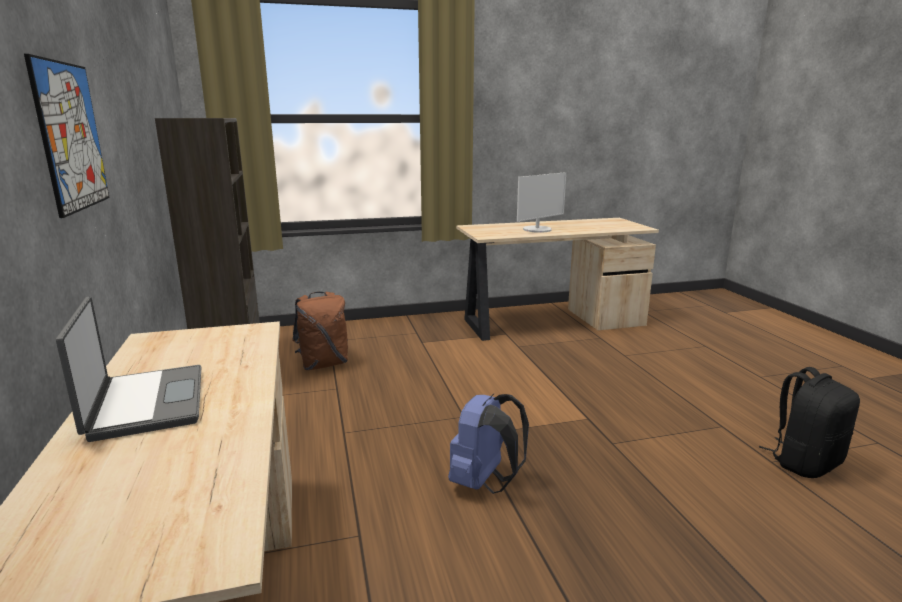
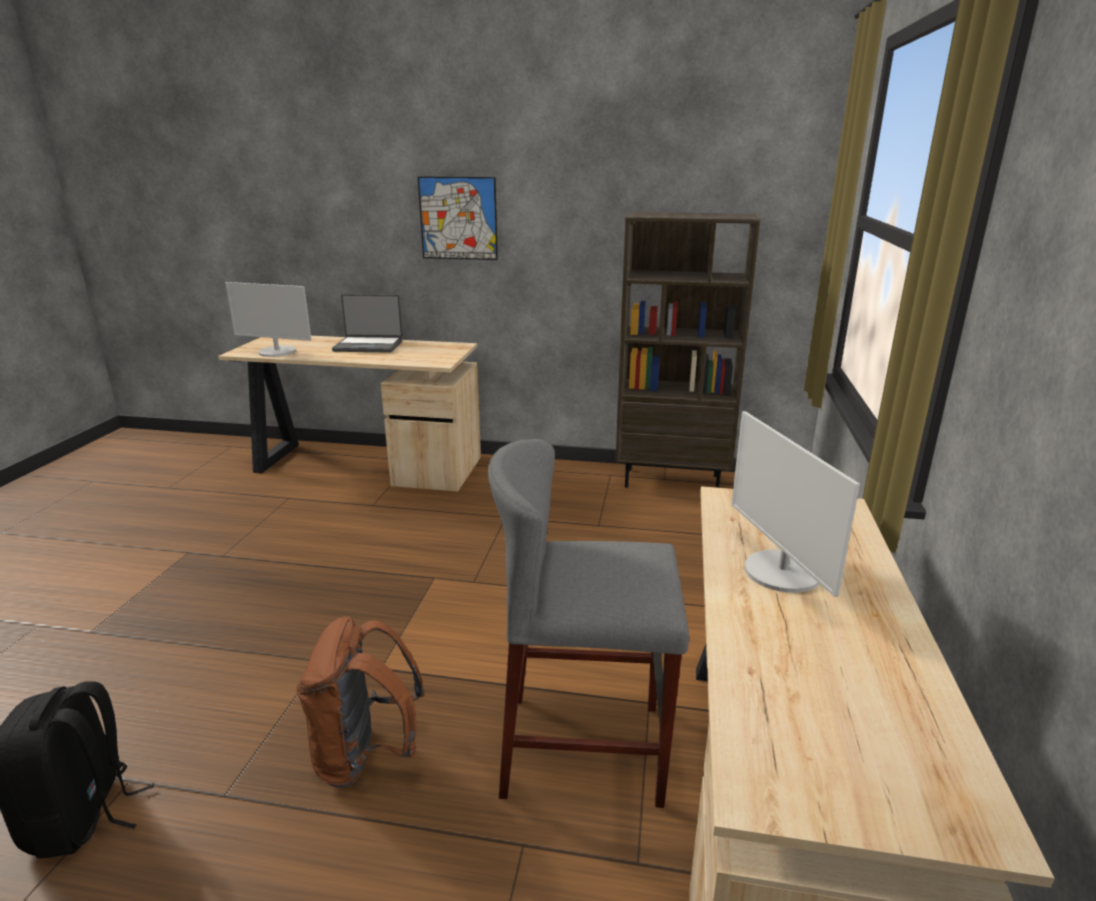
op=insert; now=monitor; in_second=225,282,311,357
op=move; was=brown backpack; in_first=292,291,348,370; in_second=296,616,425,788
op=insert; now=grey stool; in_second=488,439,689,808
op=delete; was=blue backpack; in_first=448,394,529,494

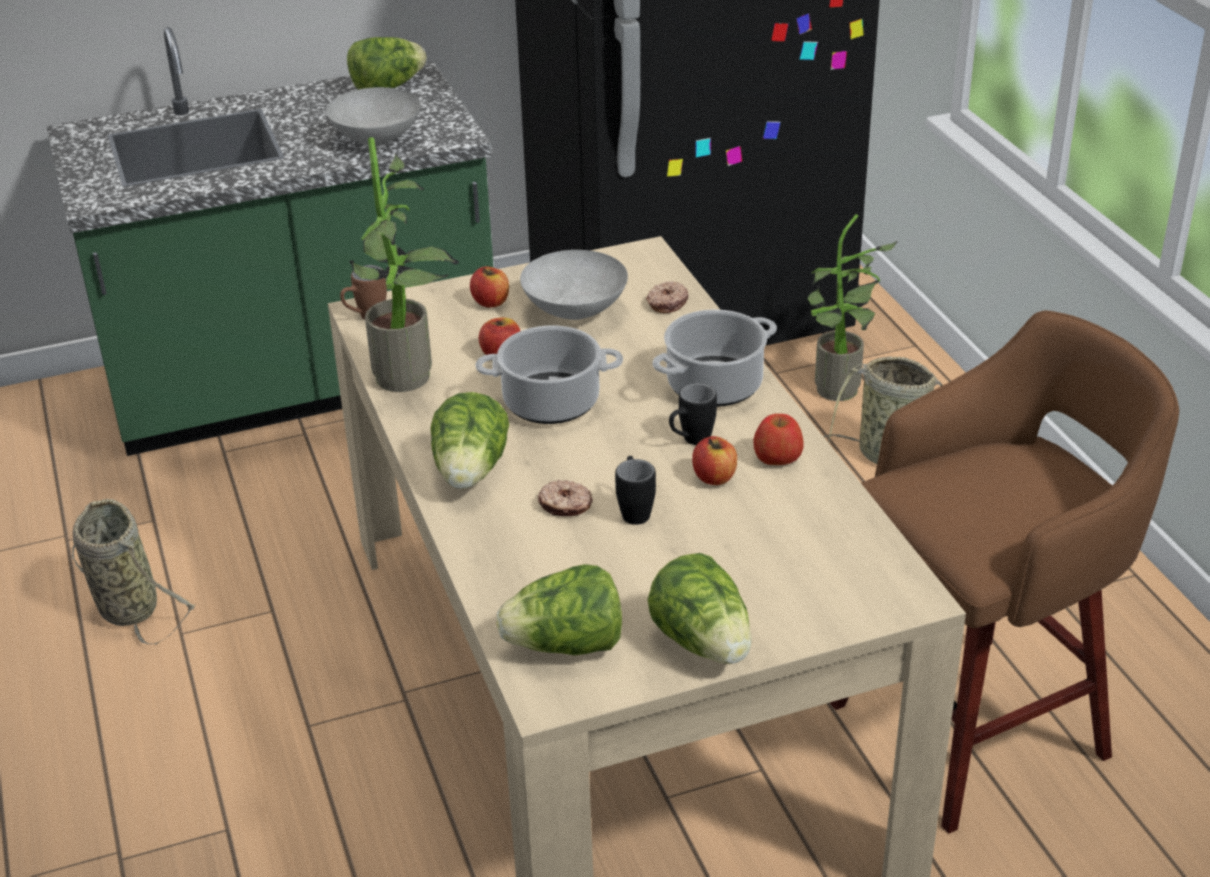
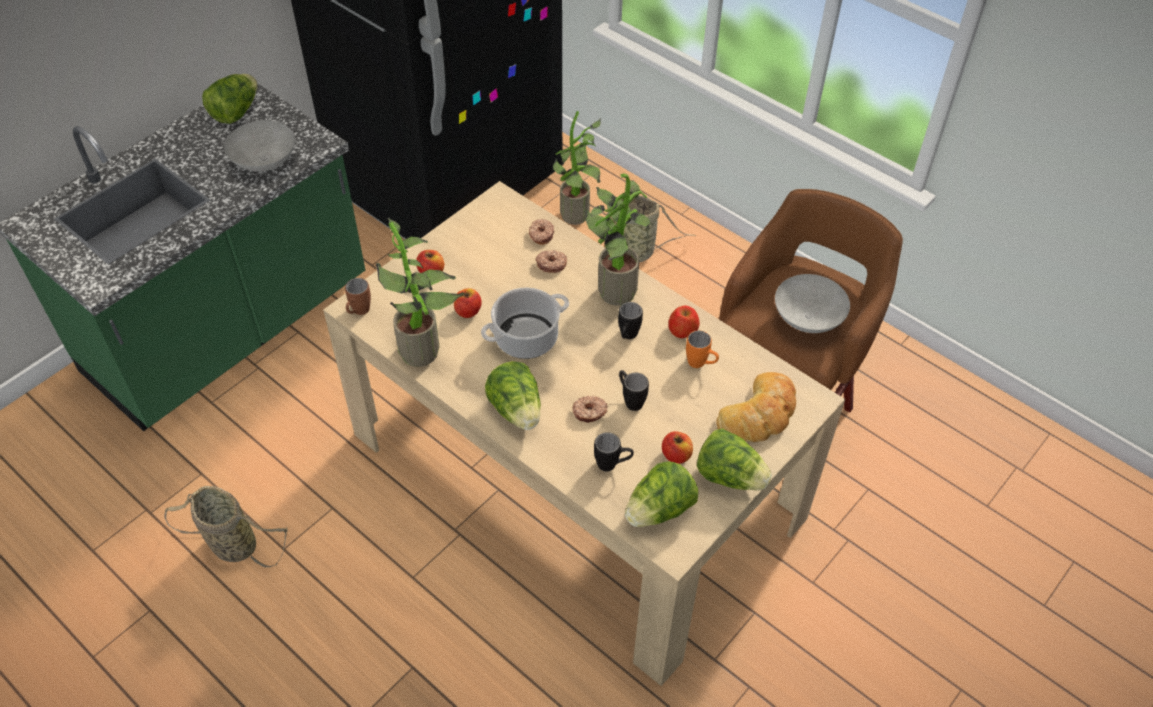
op=insert; now=donut; in_second=536,250,567,273
op=replace; was=cooking pot; now=potted plant; in_first=653,309,777,407; in_second=584,173,650,306
op=insert; now=black mug; in_second=594,432,634,472
op=move; was=apple; in_first=692,436,737,485; in_second=662,431,693,464
op=insert; now=orange mug; in_second=686,330,719,368
op=insert; now=bread; in_second=717,372,796,442
op=move; was=grey bowl; in_first=520,250,628,320; in_second=775,274,850,333

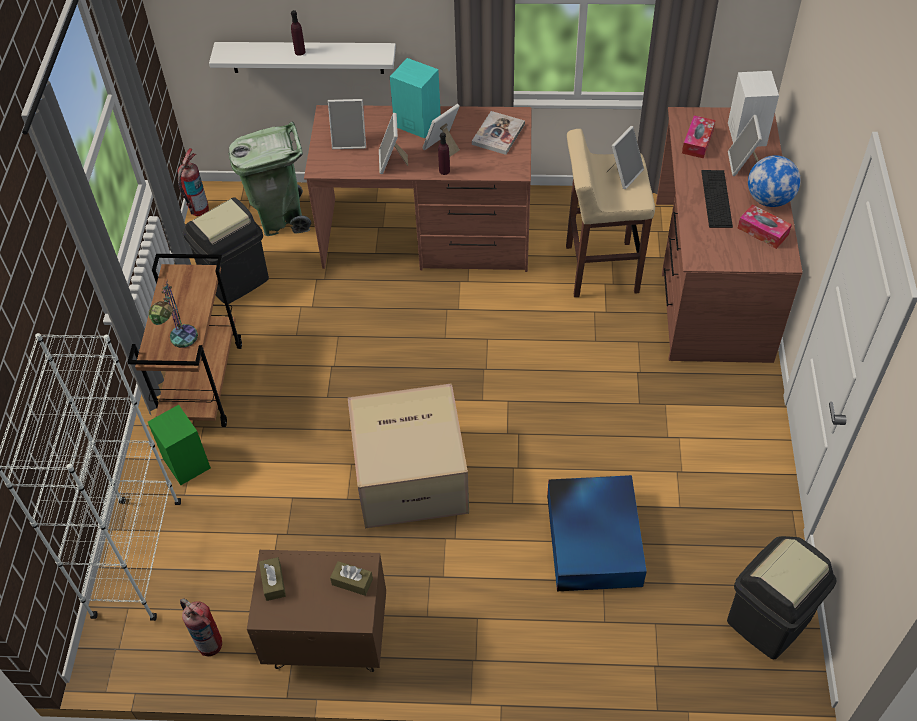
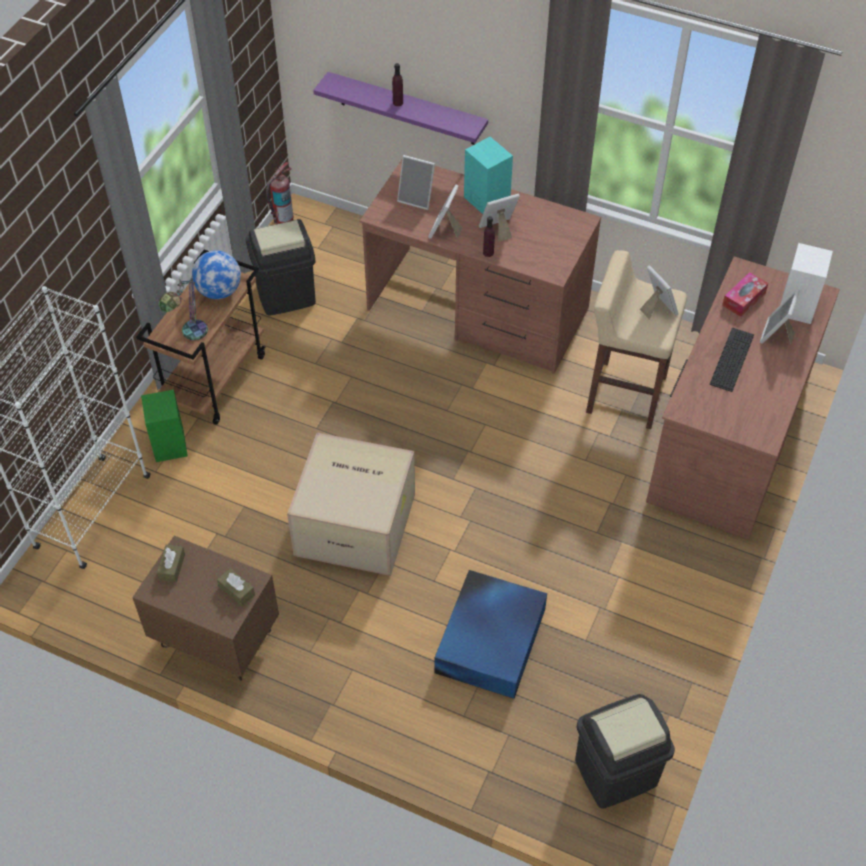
op=move; was=globe; in_first=748,155,801,207; in_second=192,251,241,299
op=recolor; was=white shelf; now=purple shelf; in_first=209,42,396,74; in_second=313,72,488,145
op=rotate; was=picture frame; in_first=606,126,644,189; in_second=640,265,678,320; clockwise=-90
op=delete; was=fire extinguisher; in_first=180,598,222,656
op=delete; was=green trash can; in_first=229,121,311,236
op=delete; was=book; in_first=472,111,525,155
op=delete; was=tissue box; in_first=738,204,792,249

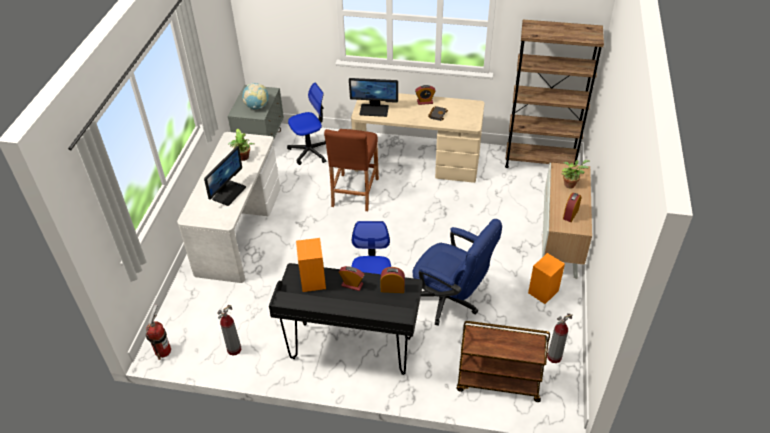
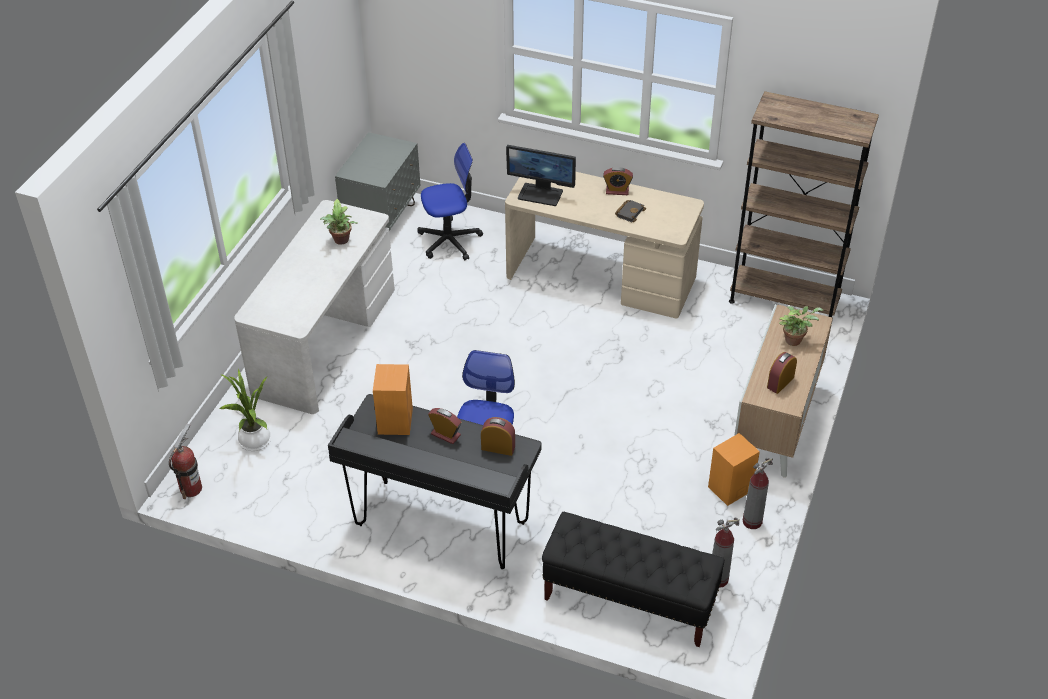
op=insert; now=potted plant; in_second=219,369,271,451
op=replace; was=brown cart; now=black bench; in_first=456,321,550,402; in_second=542,511,724,647
op=move; was=fire extinguisher; in_first=217,305,241,355; in_second=743,458,773,529
op=delete; was=monitor; in_first=204,146,246,206
op=delete; was=globe; in_first=242,83,269,110
op=delete; was=brown stool; in_first=324,129,379,211
op=delete; was=blue office chair; in_first=412,219,502,326

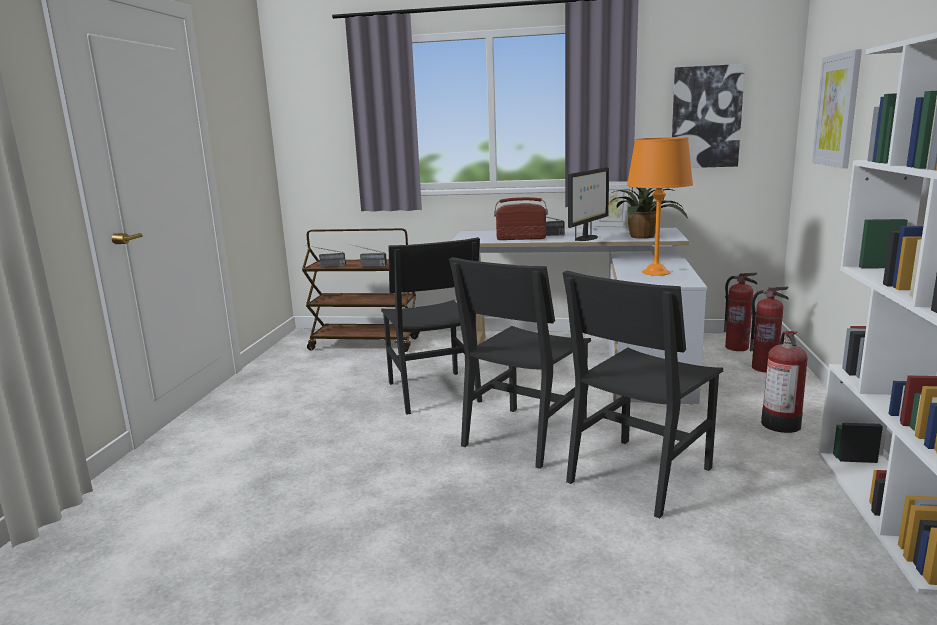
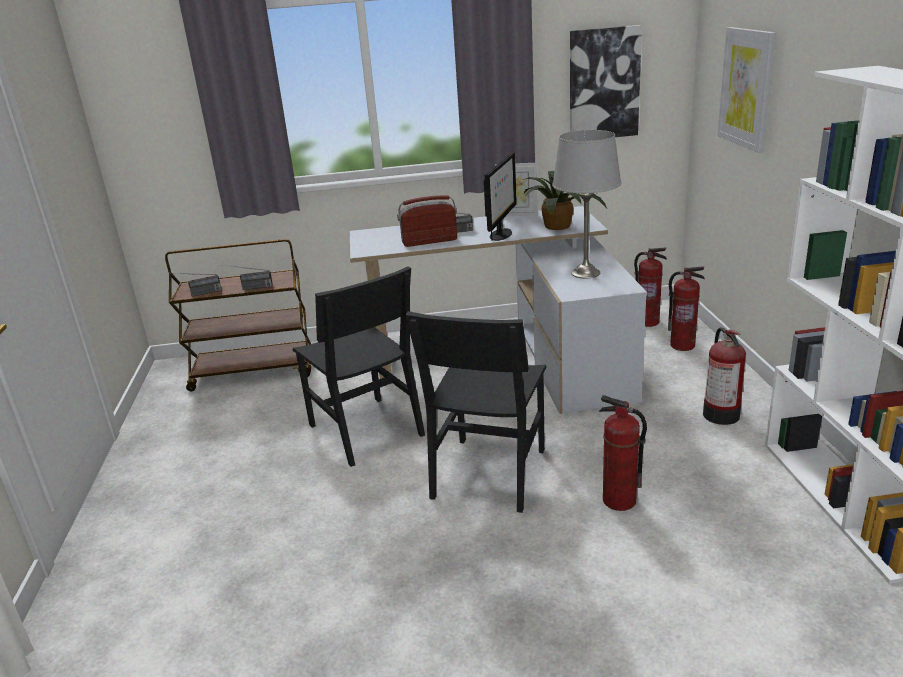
op=recolor; was=orange table lamp; now=grey table lamp; in_first=627,137,693,276; in_second=552,130,621,279
op=replace; was=black chair; now=fire extinguisher; in_first=563,270,723,518; in_second=599,395,647,511

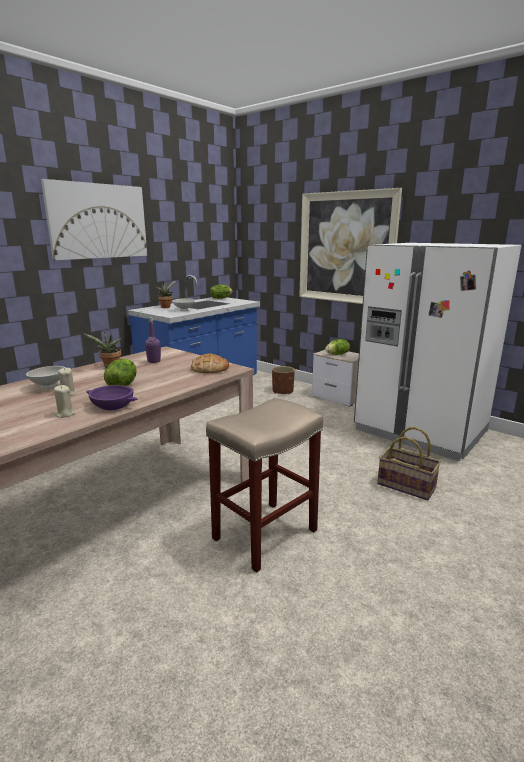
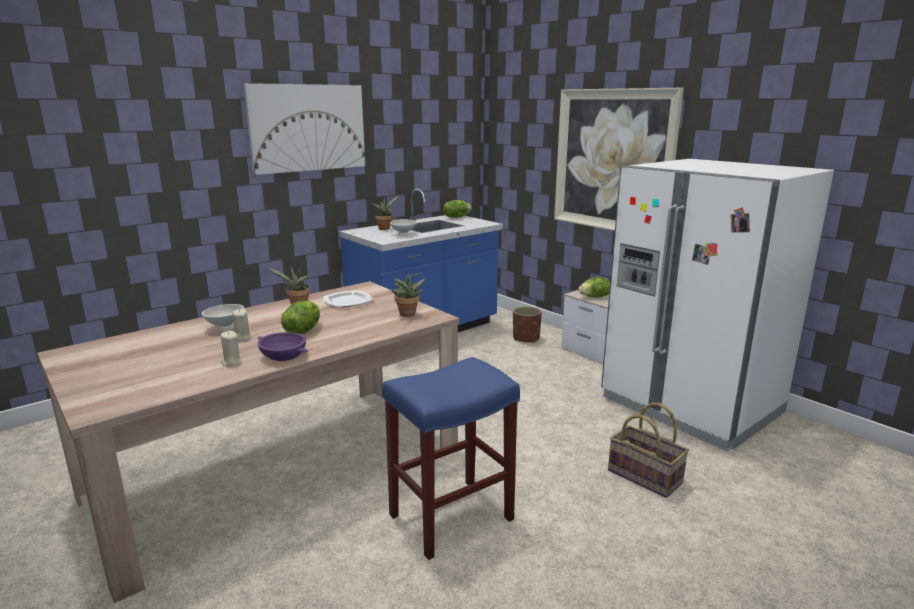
op=replace; was=purple bottle; now=plate; in_first=145,317,161,363; in_second=323,290,373,307
op=recolor; was=beige stool; now=blue stool; in_first=206,398,323,573; in_second=382,357,520,560
op=replace; was=bread; now=potted plant; in_first=191,354,229,373; in_second=392,273,426,317

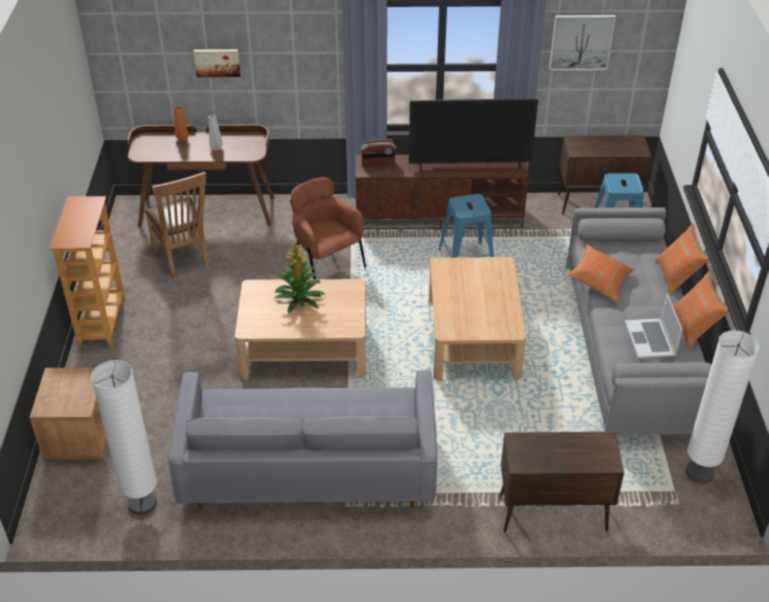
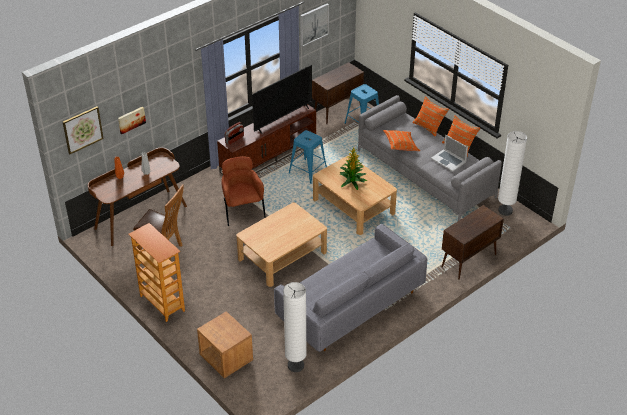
op=insert; now=picture; in_second=63,106,104,154
op=rotate; was=brown armchair; in_first=290,177,366,279; in_second=221,156,266,226; clockwise=60
op=move; was=potted plant; in_first=274,240,325,314; in_second=340,147,367,190

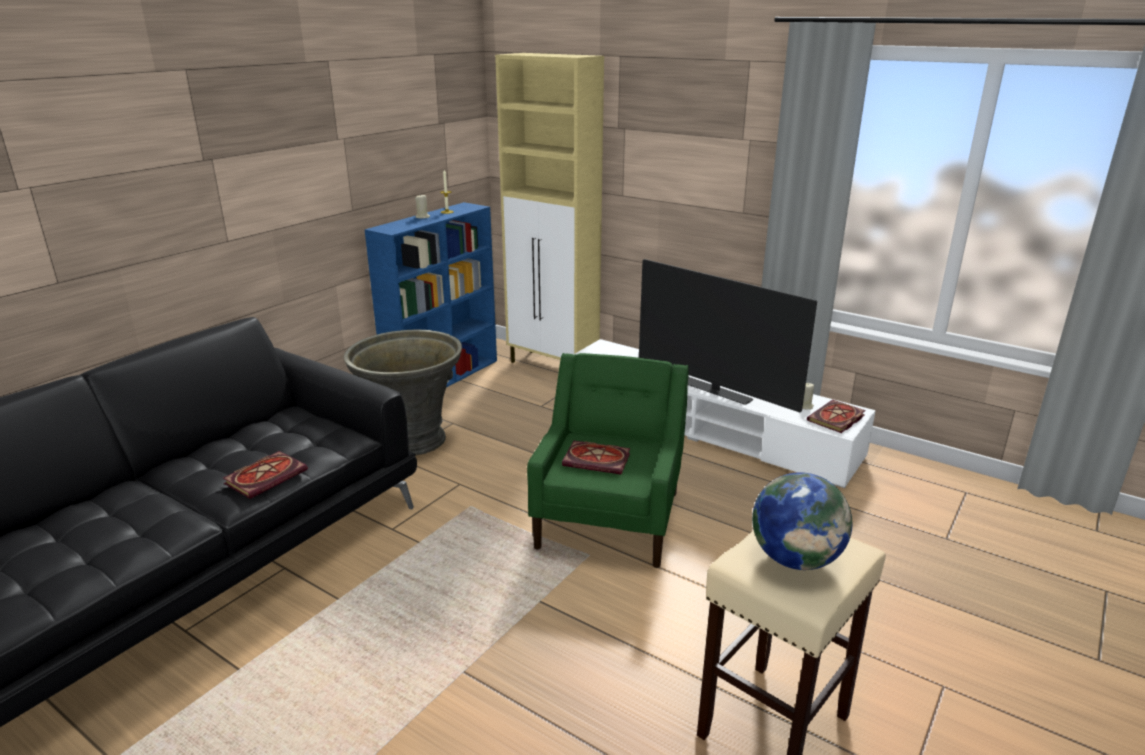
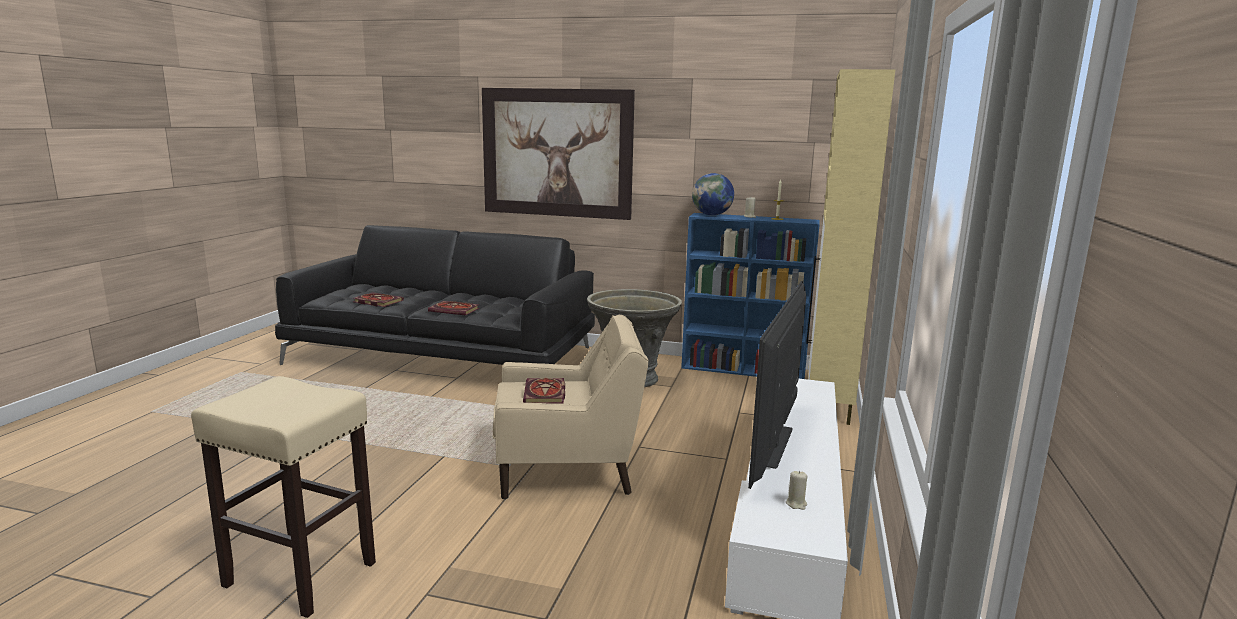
op=move; was=book; in_first=807,400,866,433; in_second=353,292,404,307
op=insert; now=picture; in_second=482,88,635,220
op=recolor; was=green armchair; now=beige armchair; in_first=527,353,689,568; in_second=492,315,649,499
op=move; was=globe; in_first=752,472,852,570; in_second=692,173,734,216

